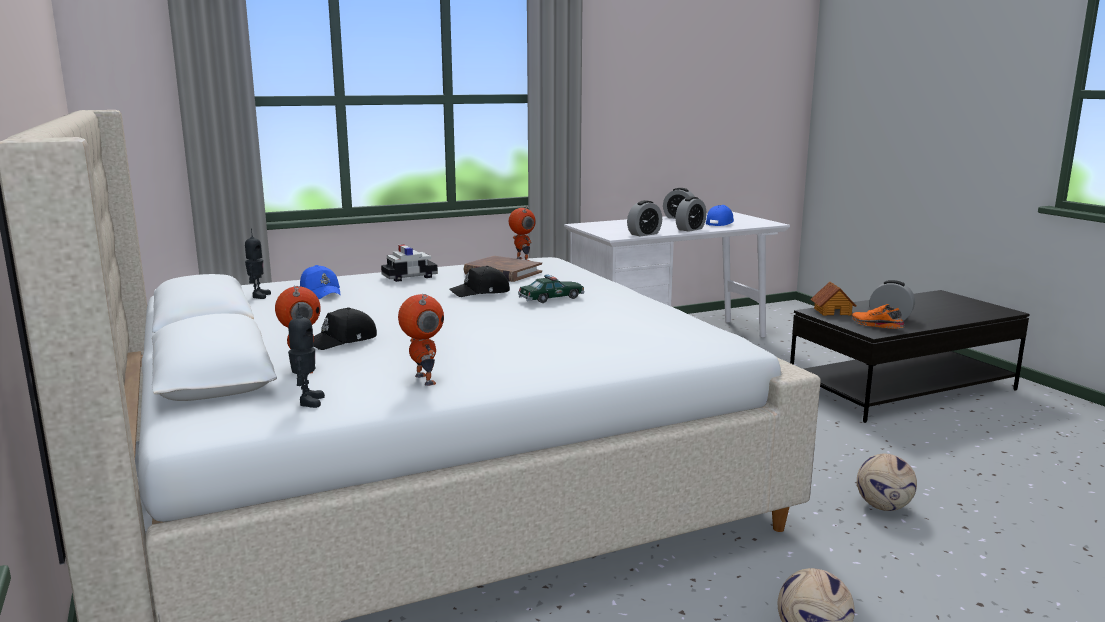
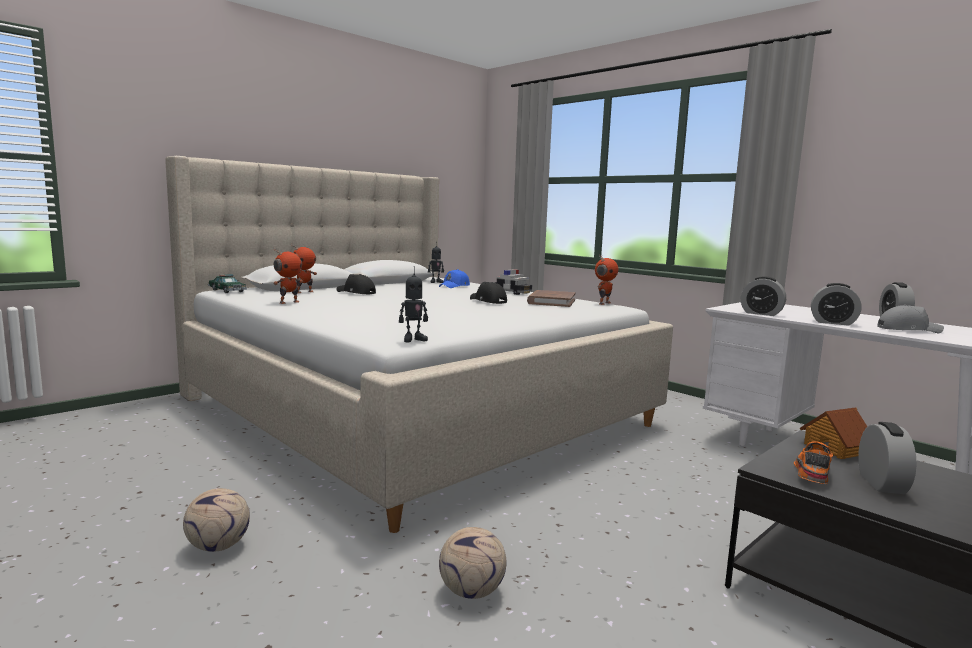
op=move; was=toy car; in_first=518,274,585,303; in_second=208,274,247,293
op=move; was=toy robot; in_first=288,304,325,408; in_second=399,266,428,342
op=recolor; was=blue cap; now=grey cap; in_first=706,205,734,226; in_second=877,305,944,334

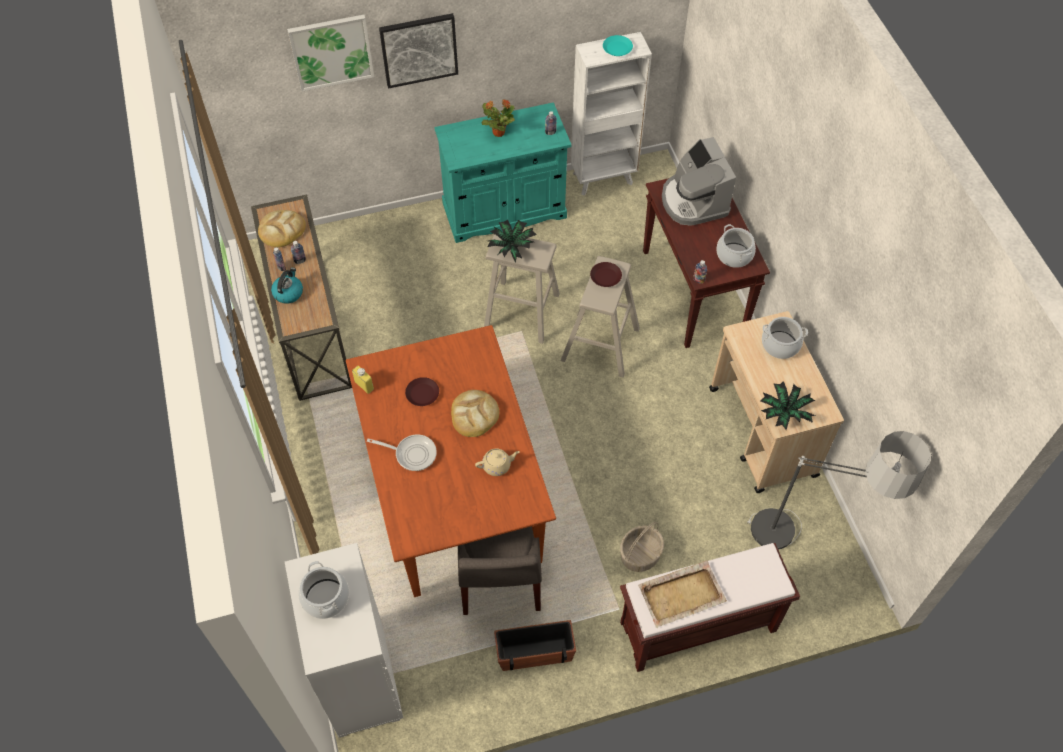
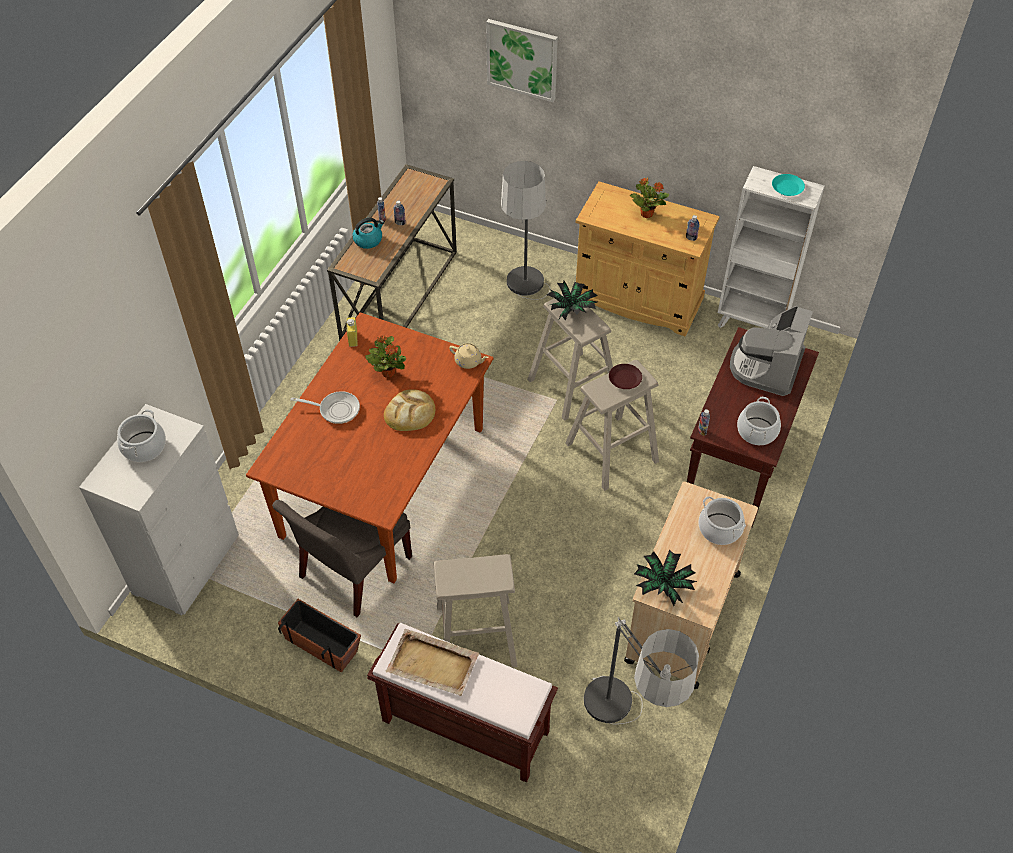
op=rotate; was=frying pan; in_first=367,435,437,471; in_second=290,391,360,424; clockwise=-45
op=replace; was=brown plate; now=potted plant; in_first=405,377,439,406; in_second=365,335,406,378
op=replace; was=basket; now=beige stool; in_first=620,522,664,572; in_second=434,554,517,668
op=move; was=beige teapot; in_first=475,448,520,476; in_second=449,343,489,369
op=insert; now=floor lamp; in_second=501,161,550,300
op=recolor; was=turquoise cabinet; now=beige cabinet; in_first=434,102,572,243; in_second=576,182,720,336
op=delete; was=bread; in_first=258,210,306,247
op=delete; was=picture; in_first=379,13,458,89

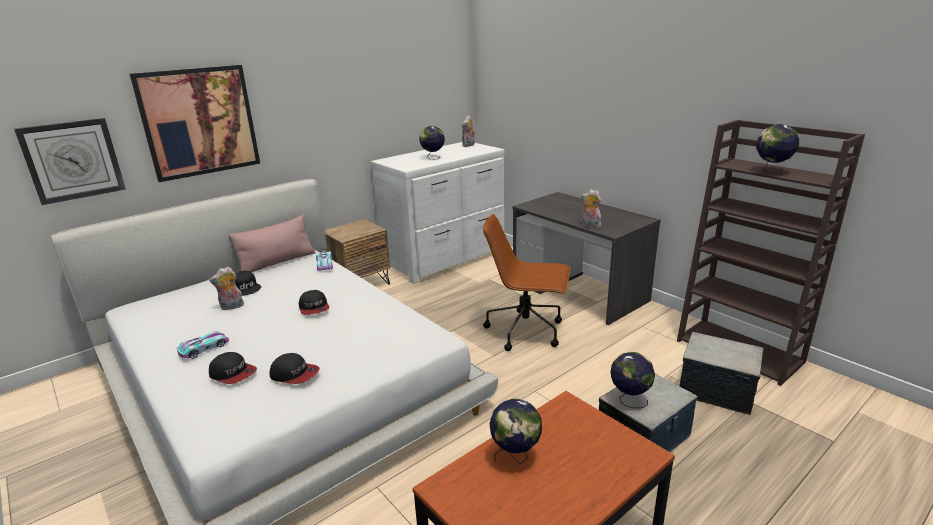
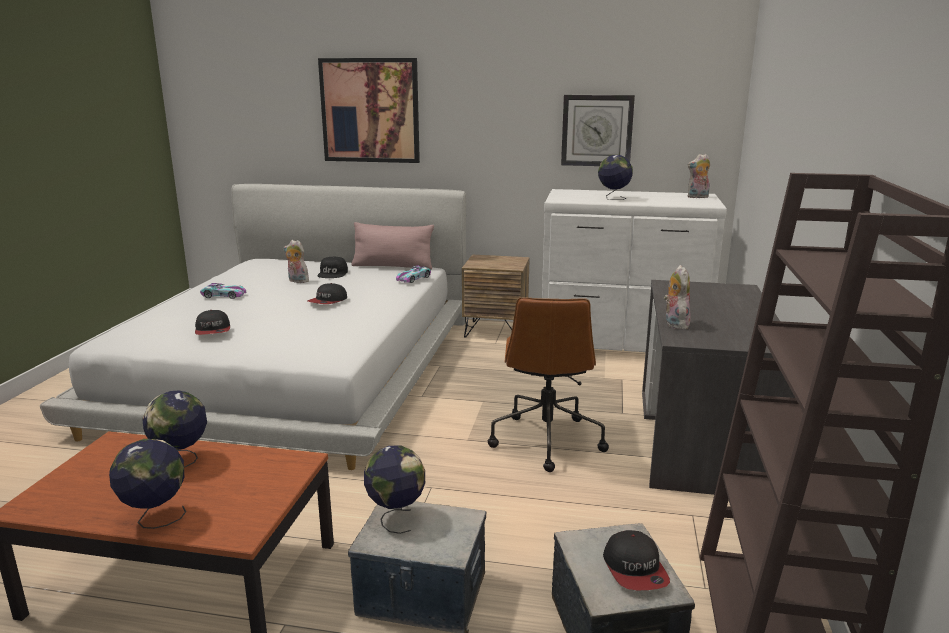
op=move; was=globe; in_first=756,124,799,174; in_second=109,439,186,529
op=rotate; was=brown office chair; in_first=483,214,570,351; in_second=488,297,609,472; clockwise=-150
op=move; was=wall clock; in_first=14,118,126,205; in_second=561,95,635,166
op=move; was=cap; in_first=209,352,257,384; in_second=603,530,670,590

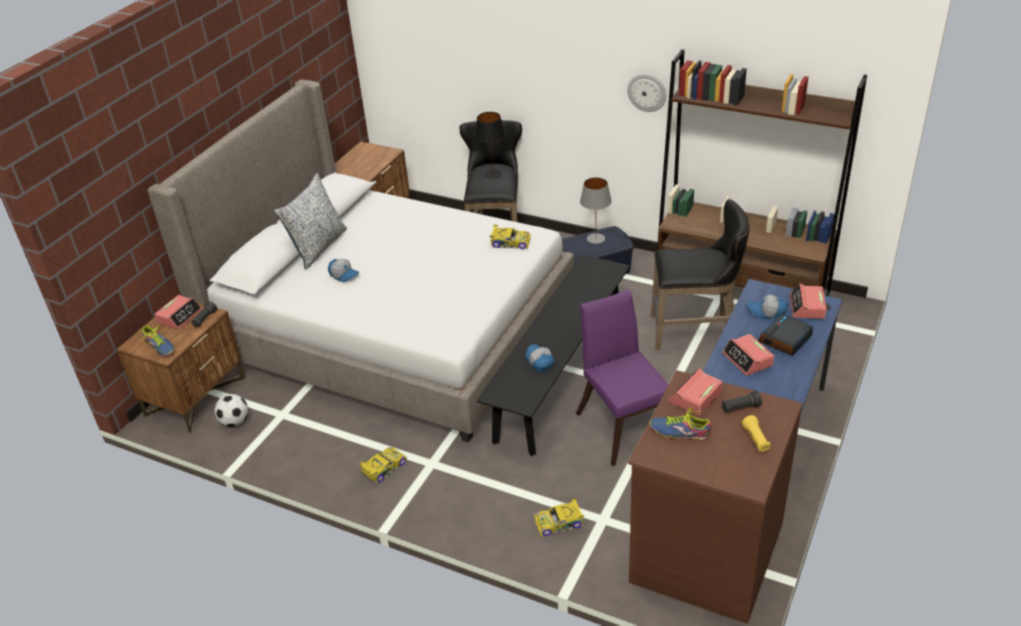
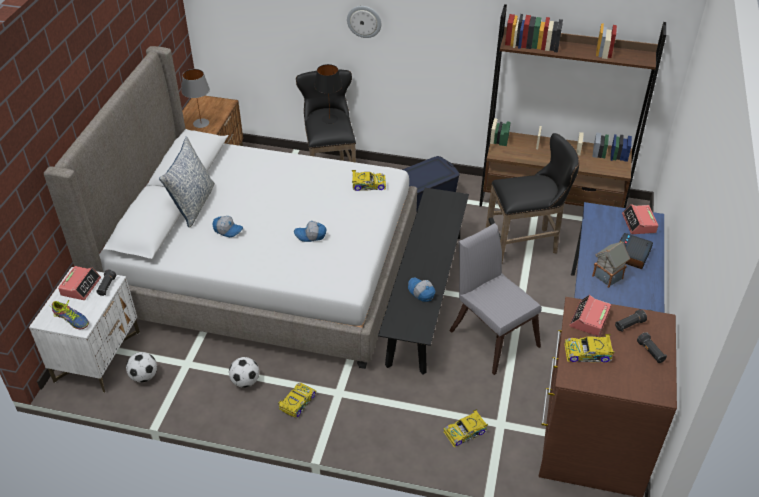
op=recolor; was=brown nightstand; now=white nightstand; in_first=116,303,245,433; in_second=29,267,140,393
op=move; was=grey table lamp; in_first=580,177,612,244; in_second=182,69,210,128
op=insert; now=football; in_second=229,357,259,388
op=move; was=cap; in_first=747,294,788,319; in_second=294,221,326,242
op=move; was=wall clock; in_first=627,74,667,112; in_second=347,6,381,38
op=recolor; was=purple chair; now=grey chair; in_first=576,289,668,466; in_second=449,223,542,375
op=replace; was=shoe; now=toy car; in_first=650,407,712,440; in_second=564,334,614,363
op=replace; was=alarm clock; now=toy house; in_first=722,334,774,376; in_second=592,241,630,288
op=recolor; was=yellow flashlight; now=black flashlight; in_first=742,415,770,452; in_second=637,332,667,363

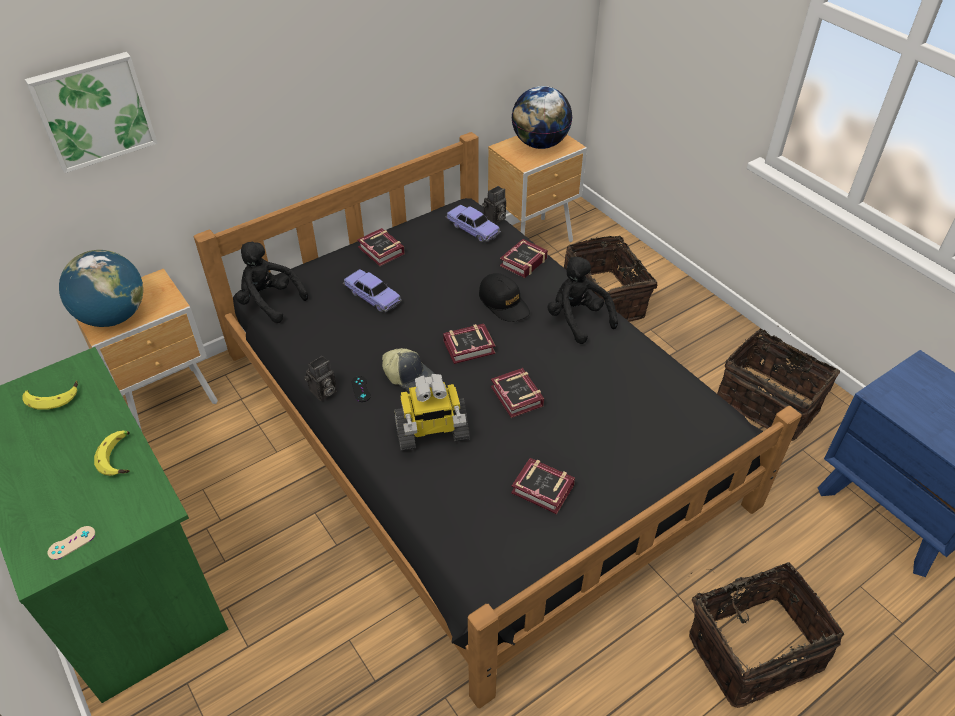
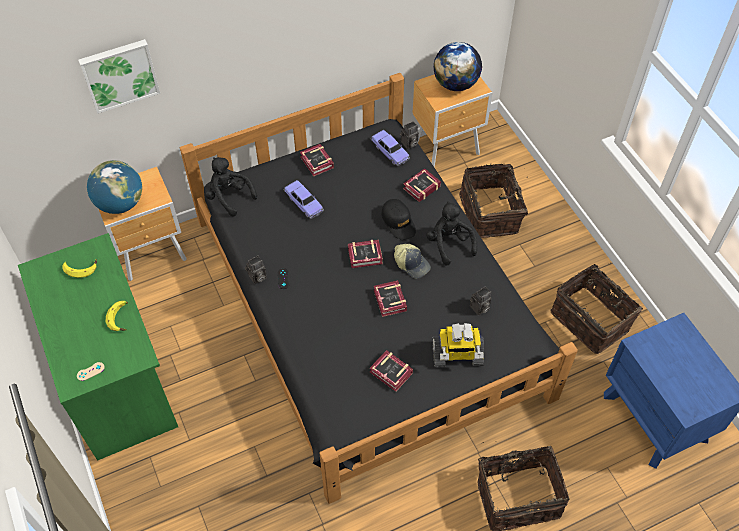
op=move; was=cap; in_first=382,348,435,392; in_second=394,244,431,279
op=move; was=toy robot; in_first=394,374,470,451; in_second=432,323,484,367
op=insert; now=photo camera; in_second=470,286,491,315

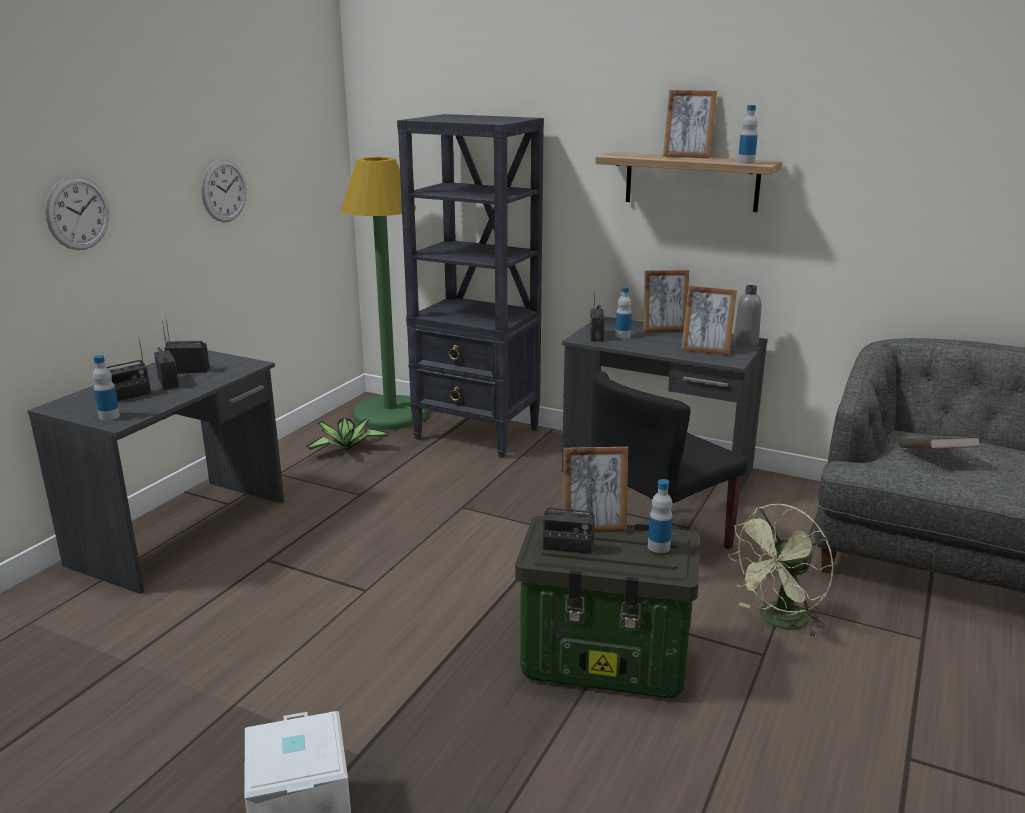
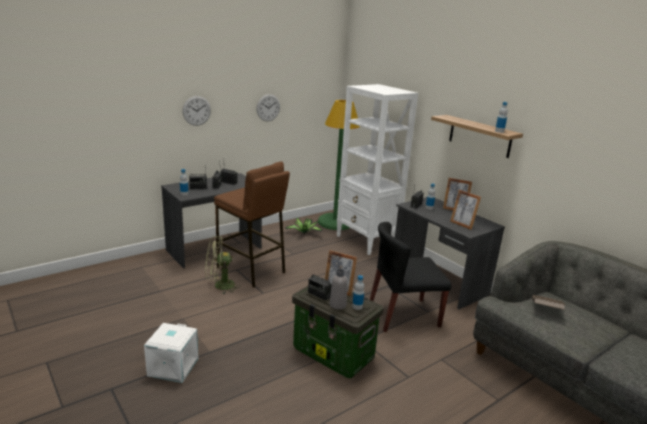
op=move; was=green fan; in_first=727,504,834,638; in_second=205,236,238,294
op=insert; now=brown stool; in_second=214,161,290,288
op=move; was=grey bottle; in_first=733,285,761,346; in_second=330,269,348,309
op=recolor; was=black bookcase; now=white bookcase; in_first=397,114,544,458; in_second=337,84,418,255
op=delete; was=picture frame; in_first=663,90,717,158

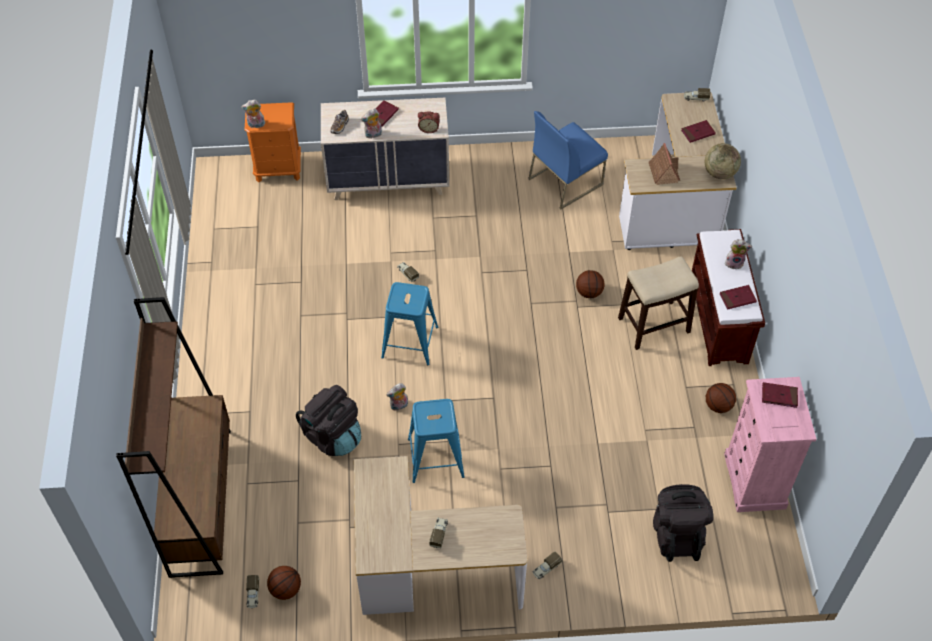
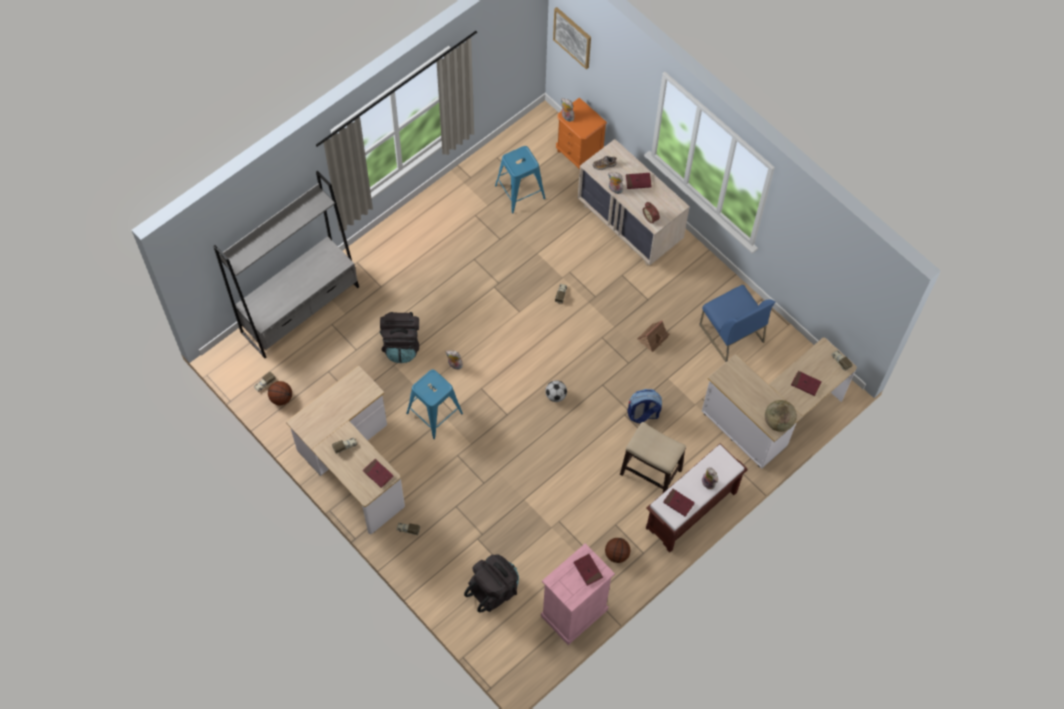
op=recolor; was=brown bookcase; now=grey bookcase; in_first=116,297,231,578; in_second=213,171,359,358
op=insert; now=red book; in_second=363,459,394,488
op=move; was=blue stool; in_first=381,282,438,365; in_second=495,146,545,214
op=insert; now=football; in_second=545,380,567,402
op=insert; now=picture; in_second=553,7,591,69
op=replace; was=basketball; now=backpack; in_first=576,270,604,298; in_second=627,389,662,424
op=move; was=toy house; in_first=649,143,680,185; in_second=637,320,670,352
op=rotate; was=blue chair; in_first=529,111,608,210; in_second=699,285,775,362; clockwise=-135

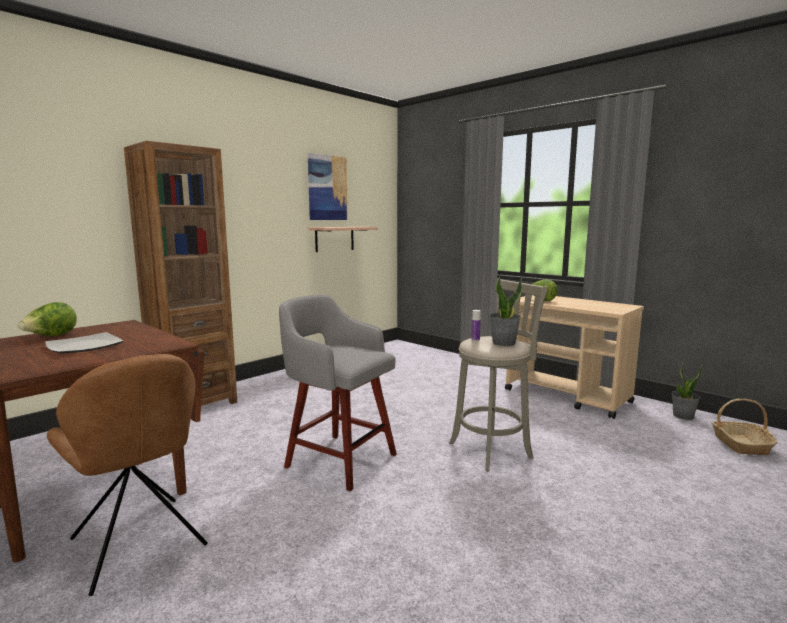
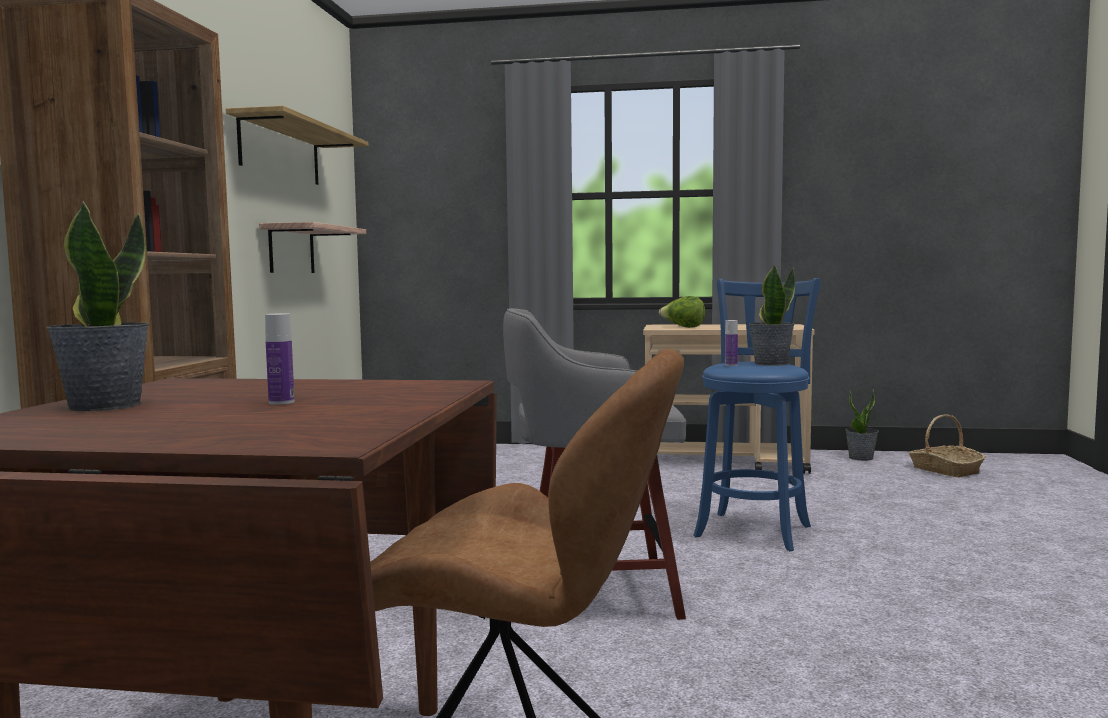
op=replace; was=lettuce; now=potted plant; in_first=18,302,77,336; in_second=46,201,150,411
op=replace; was=picture; now=shelf; in_first=308,153,348,220; in_second=226,106,368,185
op=replace; was=plate; now=bottle; in_first=45,332,123,353; in_second=265,313,294,405
op=recolor; was=grey stool; now=blue stool; in_first=449,278,548,472; in_second=693,278,821,551

